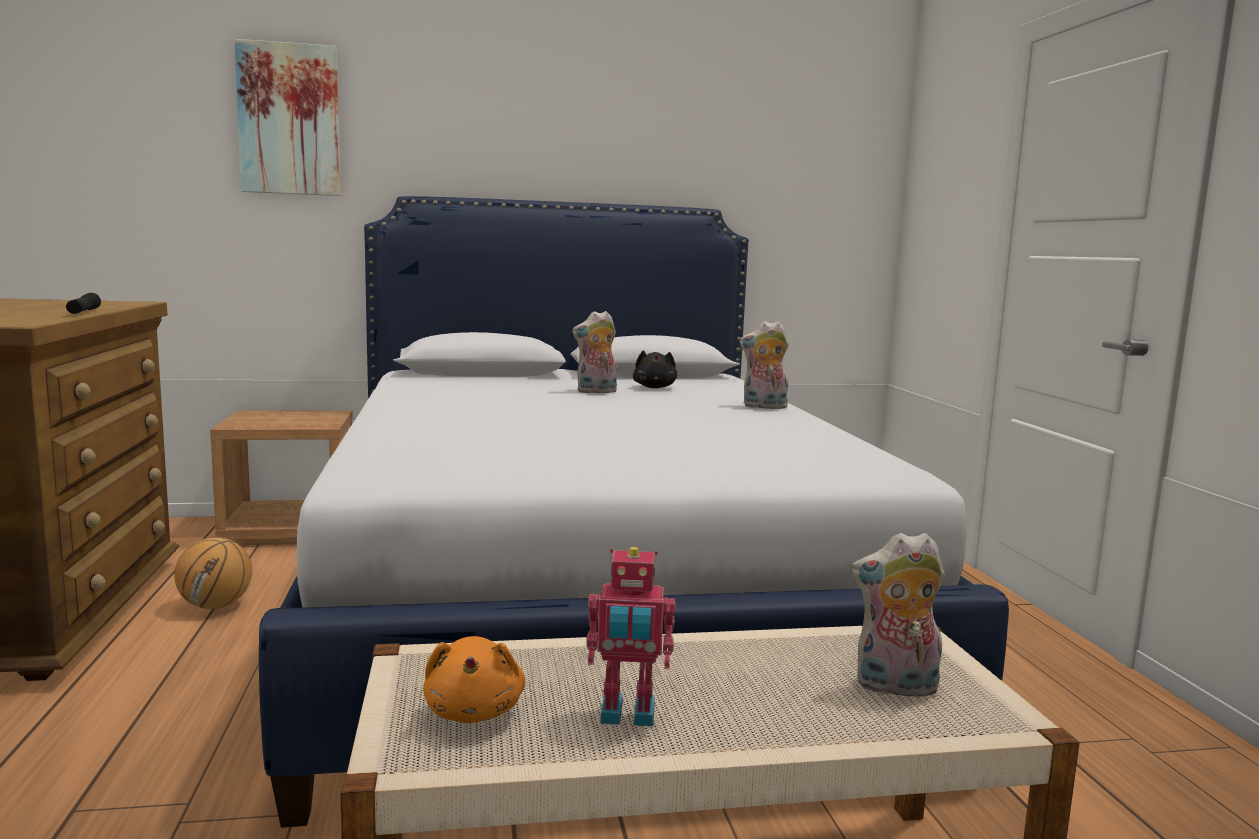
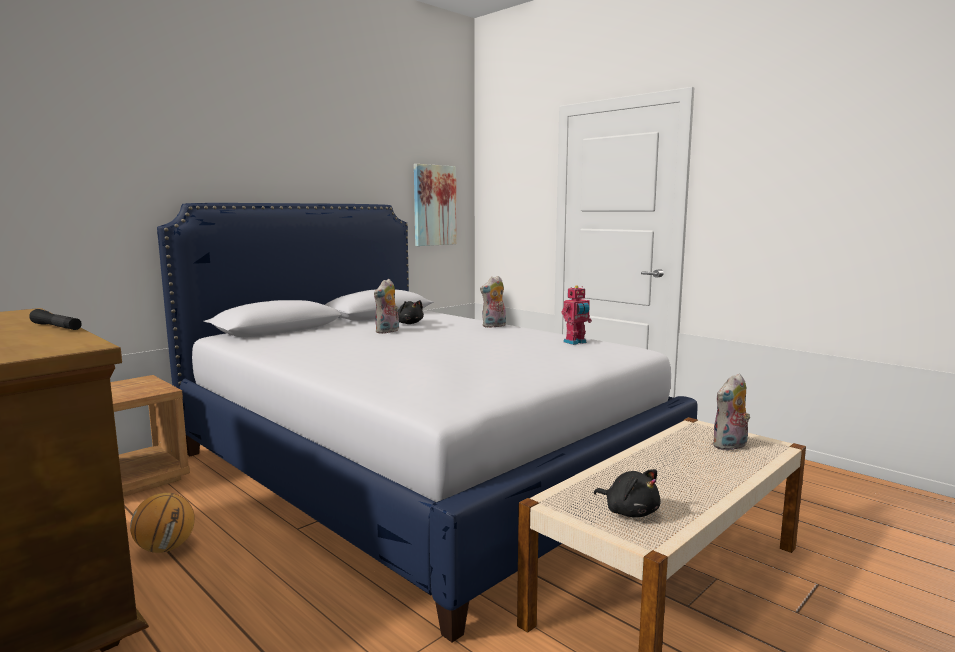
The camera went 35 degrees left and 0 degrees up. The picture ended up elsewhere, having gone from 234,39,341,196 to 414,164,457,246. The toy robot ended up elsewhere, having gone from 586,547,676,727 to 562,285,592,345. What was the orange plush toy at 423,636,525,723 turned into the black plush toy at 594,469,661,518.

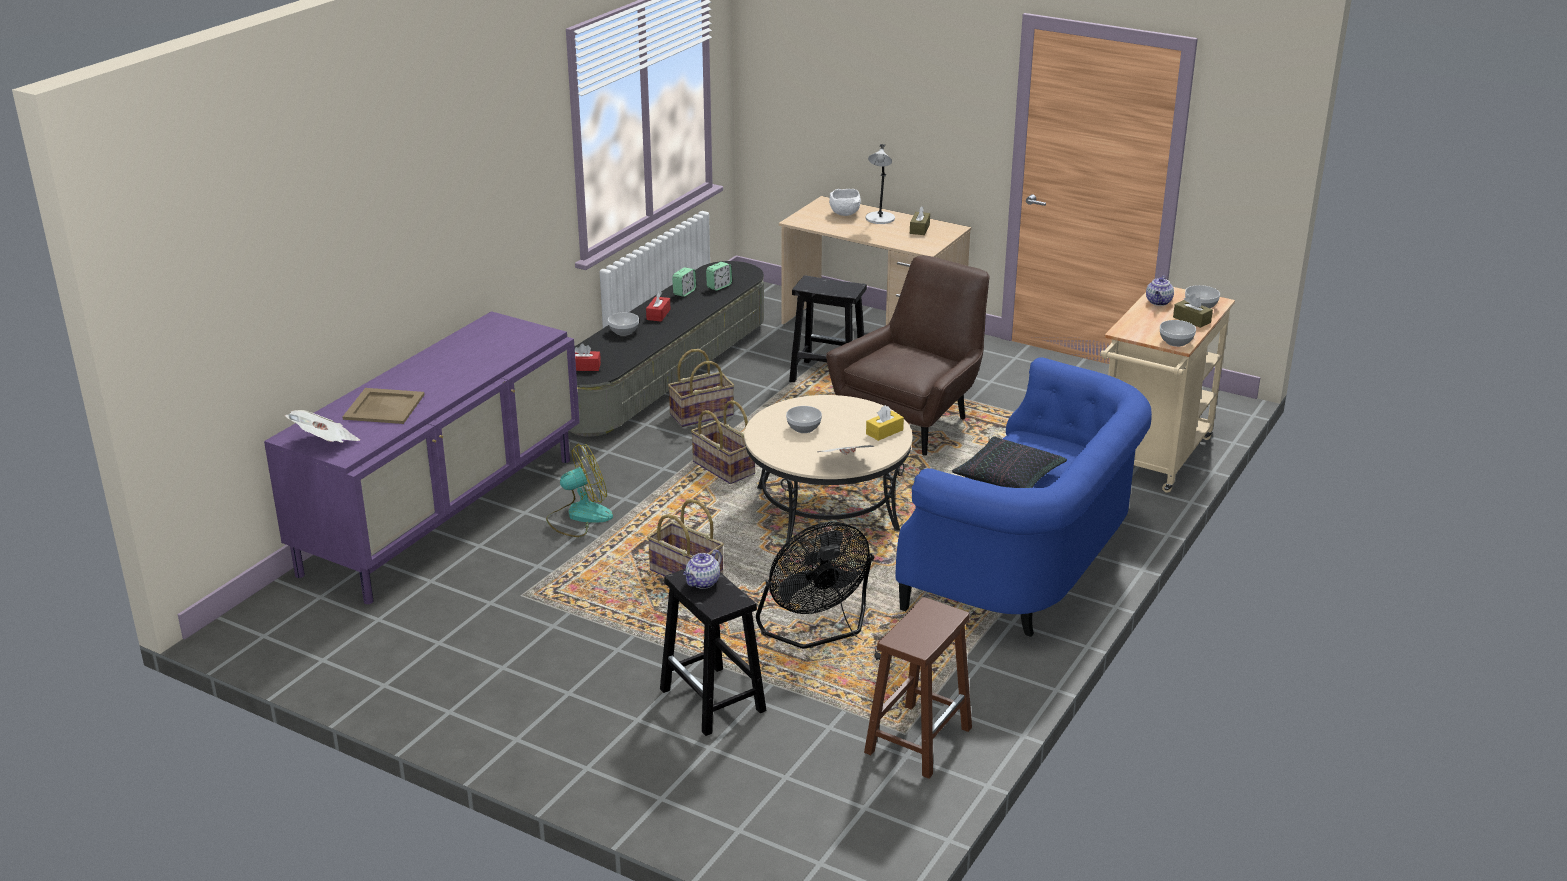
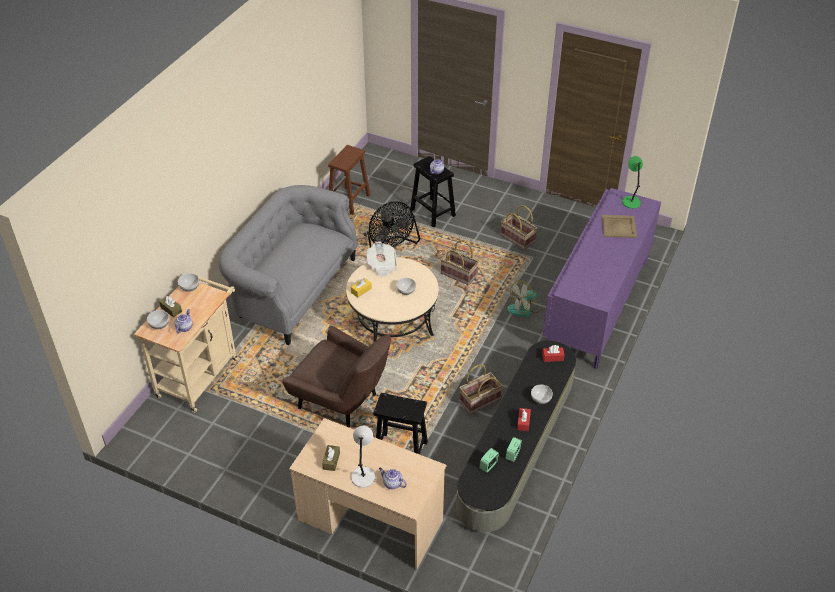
The camera went 175 degrees right and 15 degrees up. Where the white bowl stood at 829,189,861,216, the teapot came to stand at 379,467,407,489. The brown armchair at 826,255,989,456 ended up facing another way, 90 degrees counterclockwise from before. What was the blue sofa at 896,357,1152,637 turned into the grey sofa at 218,185,357,345. The basket ended up elsewhere, having gone from 691,400,755,484 to 501,205,537,250. Where the newspaper stood at 285,410,361,443, the green table lamp came to stand at 622,156,643,209. The second view lost the black pillow at 952,437,1067,488.

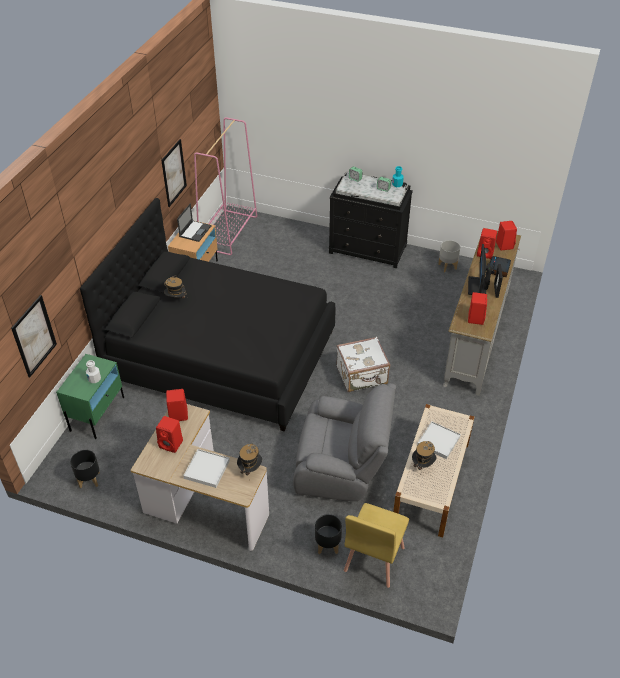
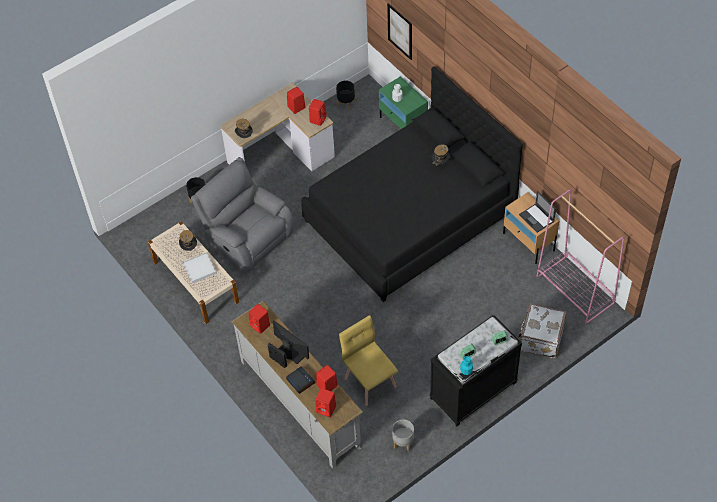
The camera went 125 degrees right and 10 degrees up. The second view lost the picture at 161,139,187,207. The white suitcase ended up elsewhere, having gone from 337,337,390,392 to 518,303,567,358. The grey armchair at 293,383,396,501 ended up facing another way, 90 degrees clockwise from before. The second view lost the white tray at 183,449,230,488. The yellow chair ended up elsewhere, having gone from 344,503,409,588 to 339,315,398,406.

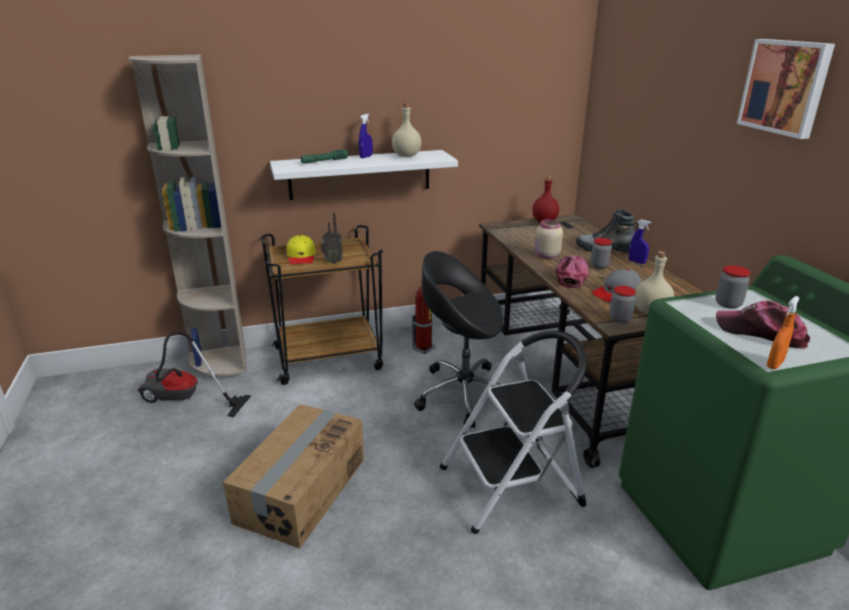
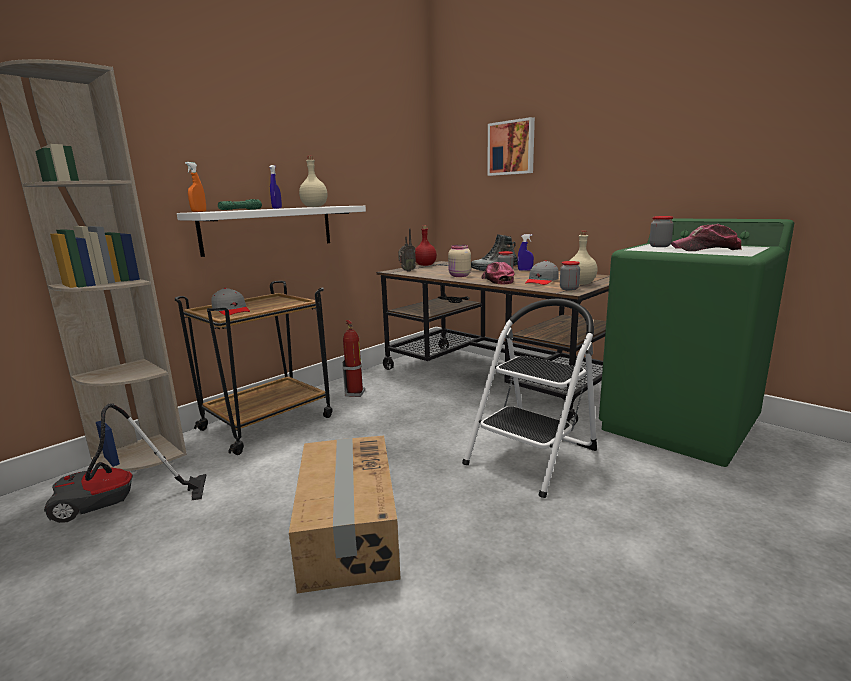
The camera went 30 degrees left and 10 degrees down. The picture ended up elsewhere, having gone from 737,39,835,139 to 487,117,535,176. The radio ended up elsewhere, having gone from 320,213,343,264 to 398,228,416,272. What was the yellow cap at 287,235,315,265 turned into the grey cap at 211,288,250,315. The second view lost the black office chair at 414,251,503,428. The orange spray bottle ended up elsewhere, having gone from 767,296,800,369 to 185,162,206,212.

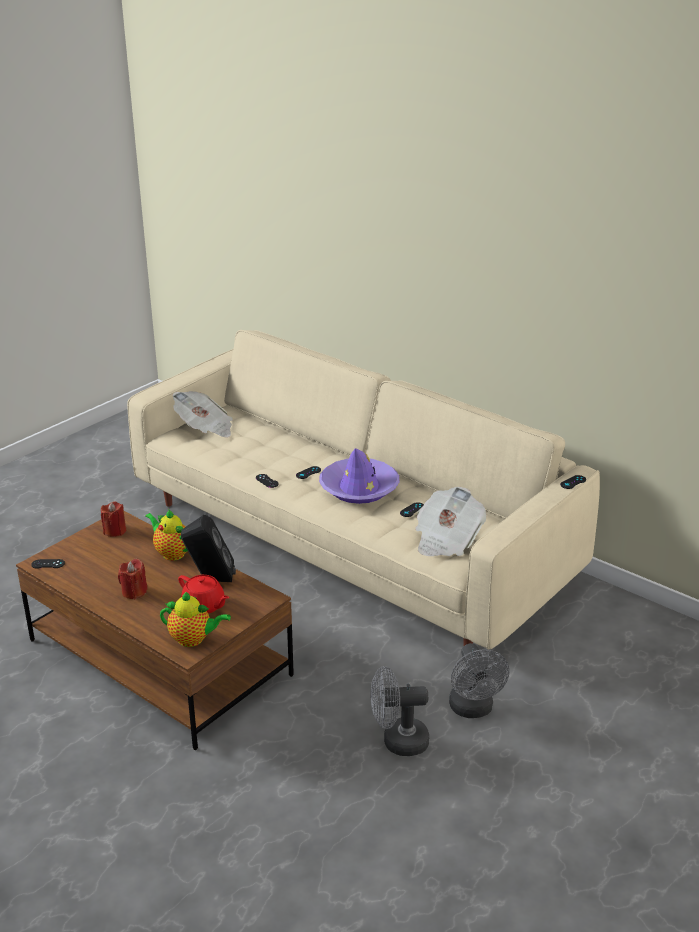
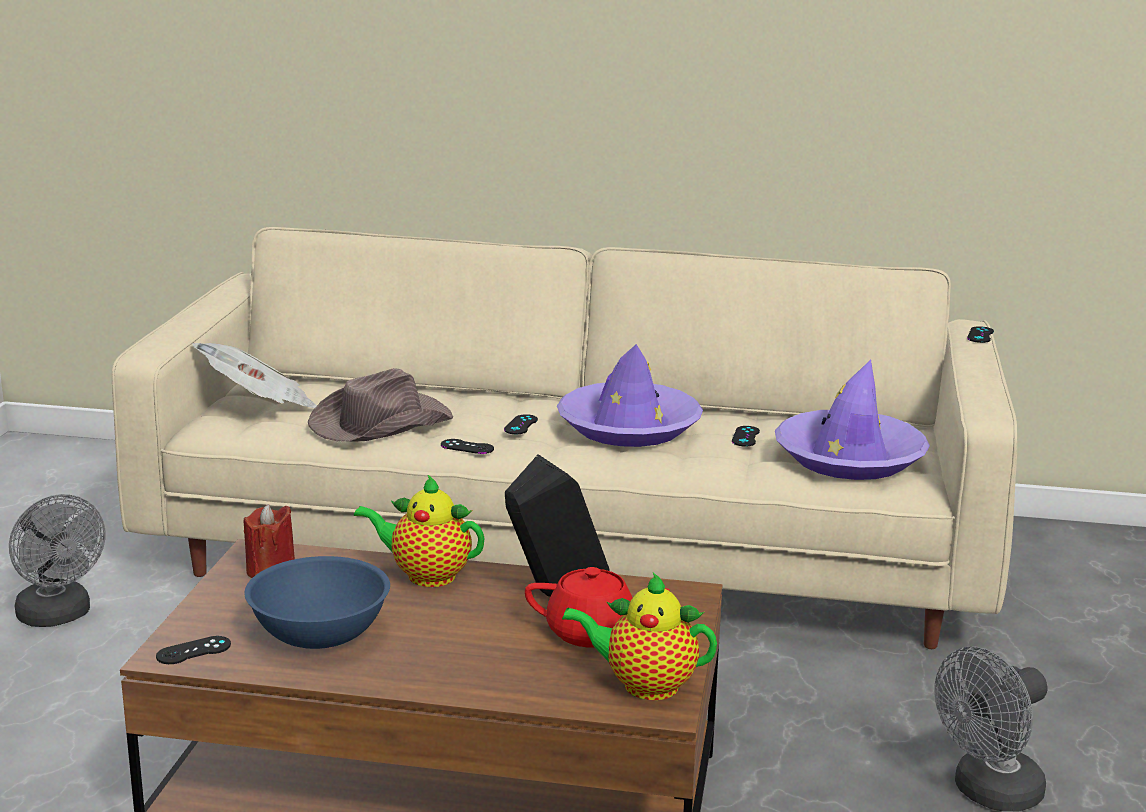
The camera went 30 degrees left and 10 degrees down. Where the newspaper stood at 415,487,487,556, the purple hat came to stand at 775,360,930,480. The second view lost the red candle at 118,559,148,599. The teapot at 160,592,231,647 ended up facing another way, 150 degrees counterclockwise from before. The grey fan ended up elsewhere, having gone from 449,643,509,718 to 9,494,105,627. The second view gained the brown hat at 308,368,453,442. The second view gained the blue bowl at 244,556,390,649.

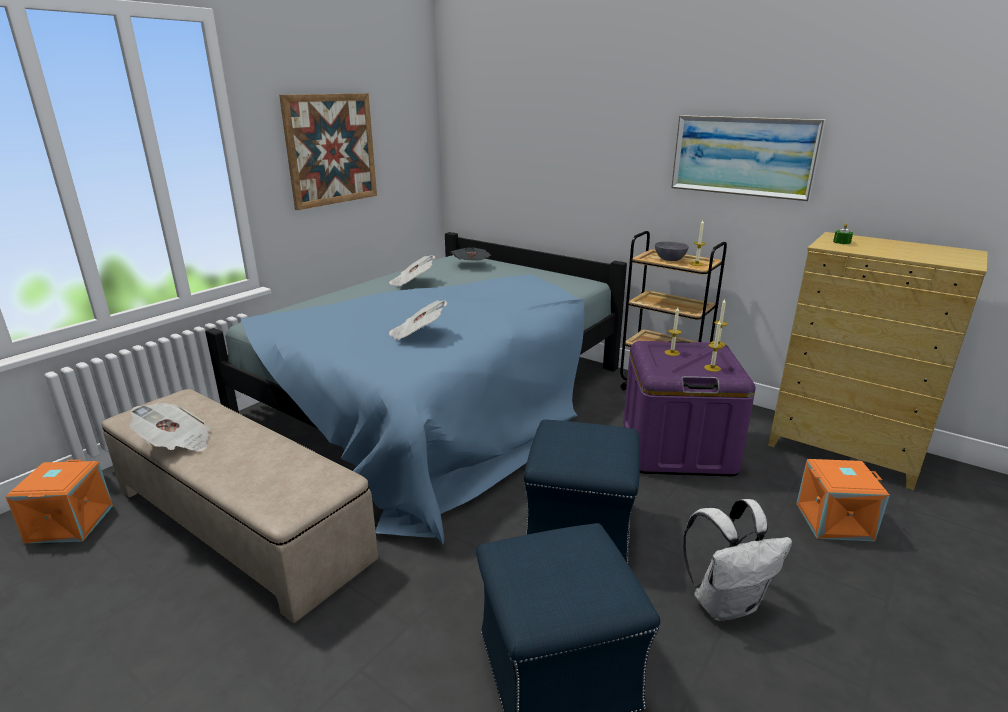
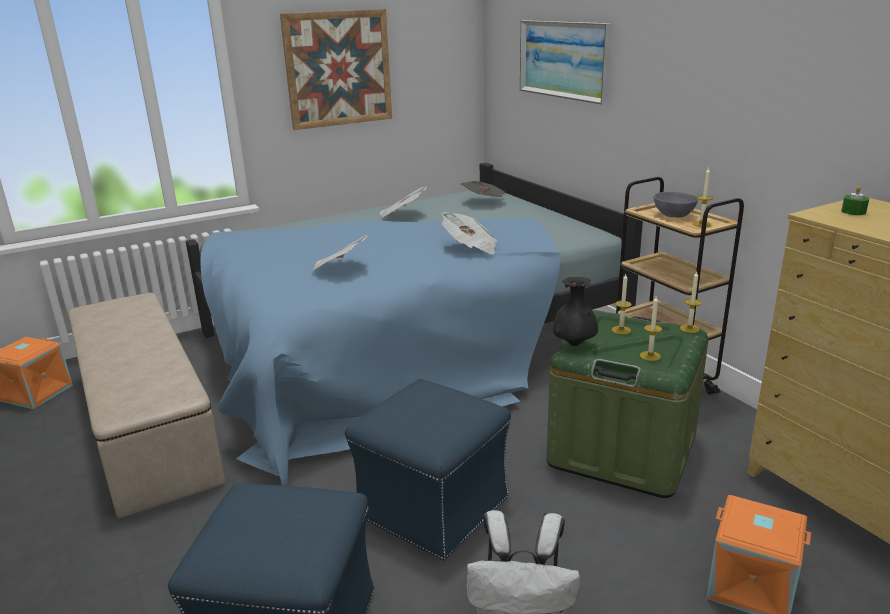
The camera went 25 degrees right and 0 degrees up. The picture ended up elsewhere, having gone from 671,115,826,201 to 520,20,612,105. What was the purple storage box at 623,341,755,476 turned into the green storage box at 547,310,708,498. The newspaper ended up elsewhere, having gone from 130,403,211,451 to 442,212,497,254. The second view gained the black vase at 553,277,598,346.

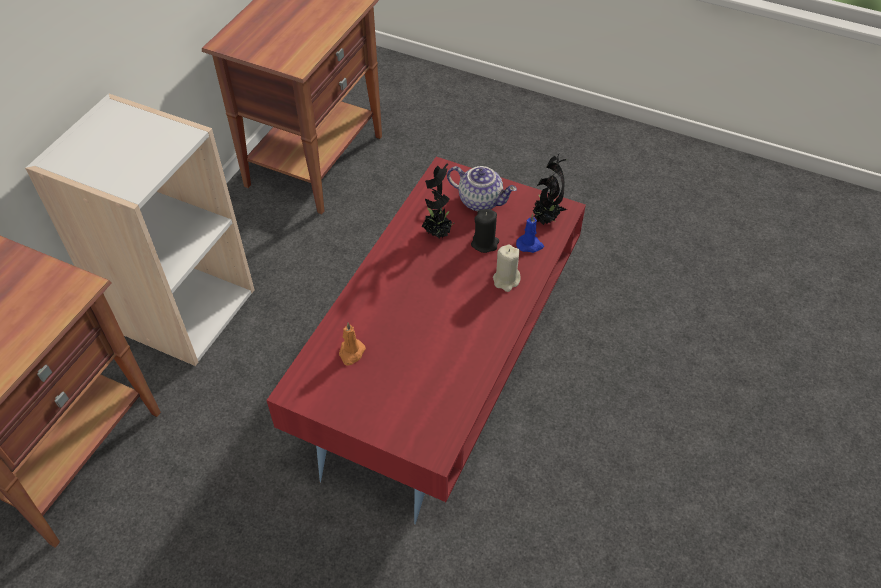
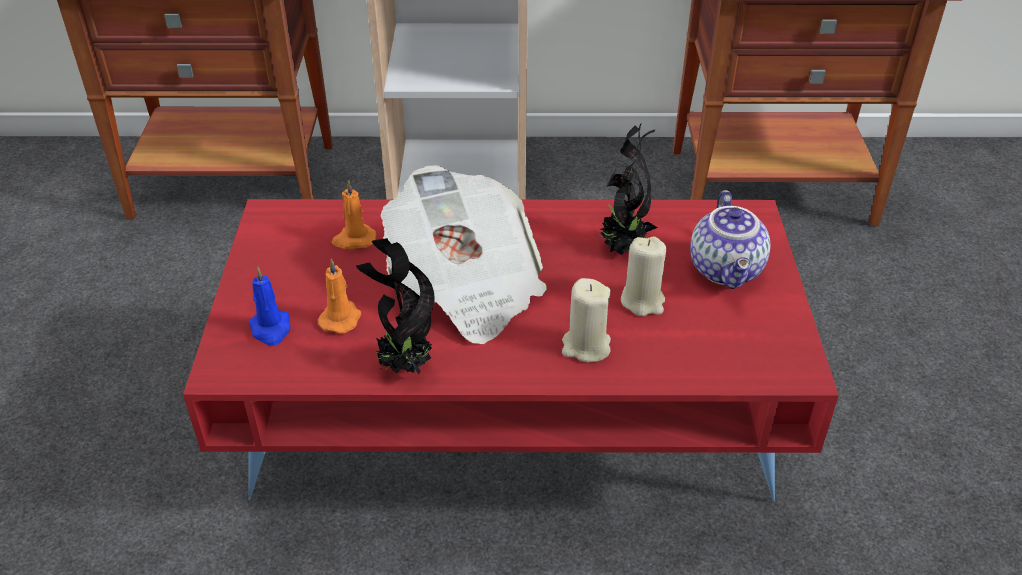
The camera went 65 degrees right and 10 degrees down. The potted plant ended up elsewhere, having gone from 531,154,567,225 to 356,238,435,375. What was the black candle at 471,209,499,253 turned into the beige candle at 621,236,667,316. The blue candle ended up elsewhere, having gone from 516,214,544,253 to 249,267,291,346. The second view gained the newspaper at 381,165,547,344. The second view gained the orange candle at 318,258,361,334.

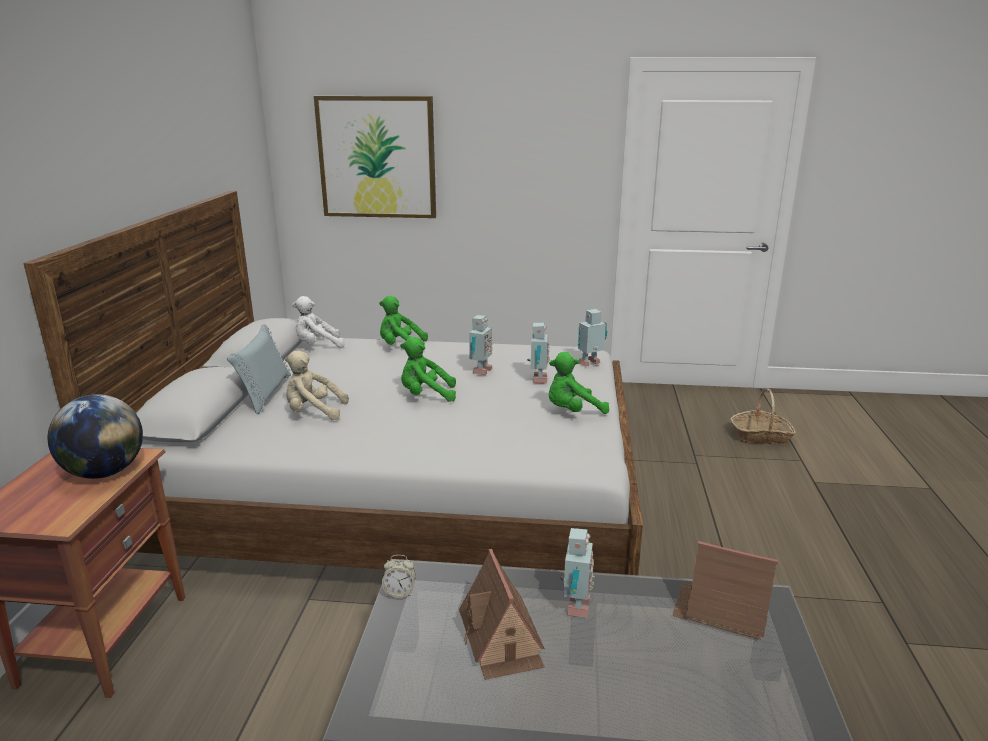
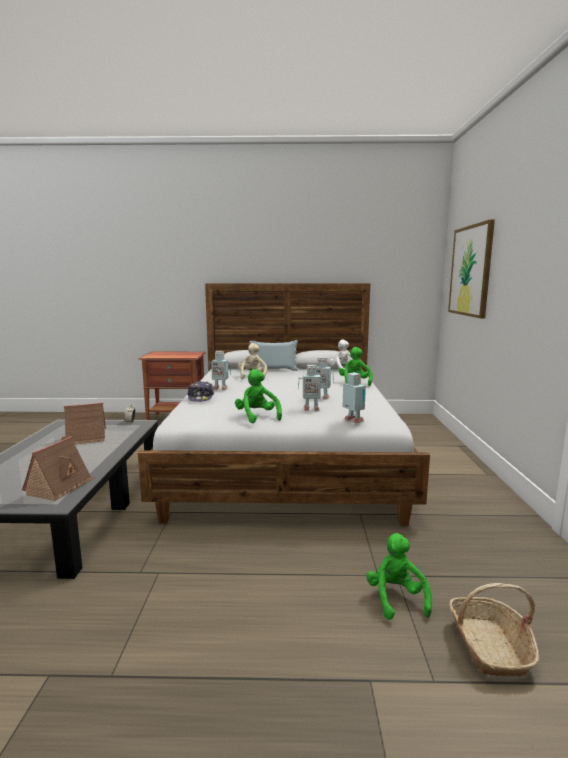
The camera went 85 degrees right and 10 degrees down. The green plush toy ended up elsewhere, having gone from 400,337,456,402 to 366,533,432,620. The second view lost the globe at 47,394,143,479. The toy robot ended up elsewhere, having gone from 561,528,595,618 to 209,351,231,390. The second view gained the cap at 187,381,214,402.

